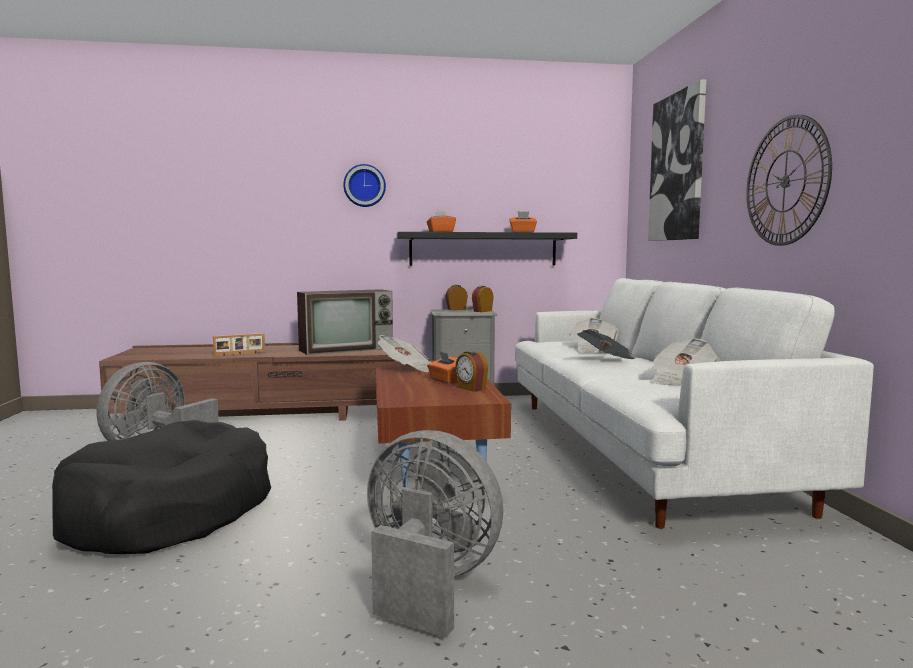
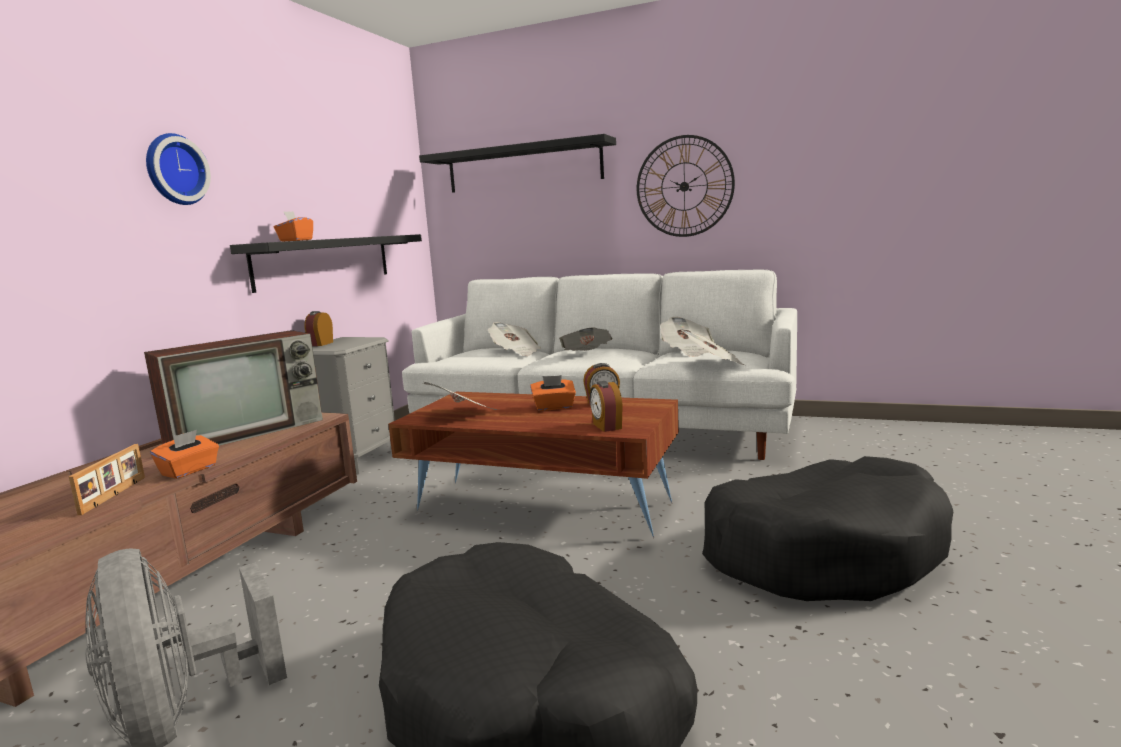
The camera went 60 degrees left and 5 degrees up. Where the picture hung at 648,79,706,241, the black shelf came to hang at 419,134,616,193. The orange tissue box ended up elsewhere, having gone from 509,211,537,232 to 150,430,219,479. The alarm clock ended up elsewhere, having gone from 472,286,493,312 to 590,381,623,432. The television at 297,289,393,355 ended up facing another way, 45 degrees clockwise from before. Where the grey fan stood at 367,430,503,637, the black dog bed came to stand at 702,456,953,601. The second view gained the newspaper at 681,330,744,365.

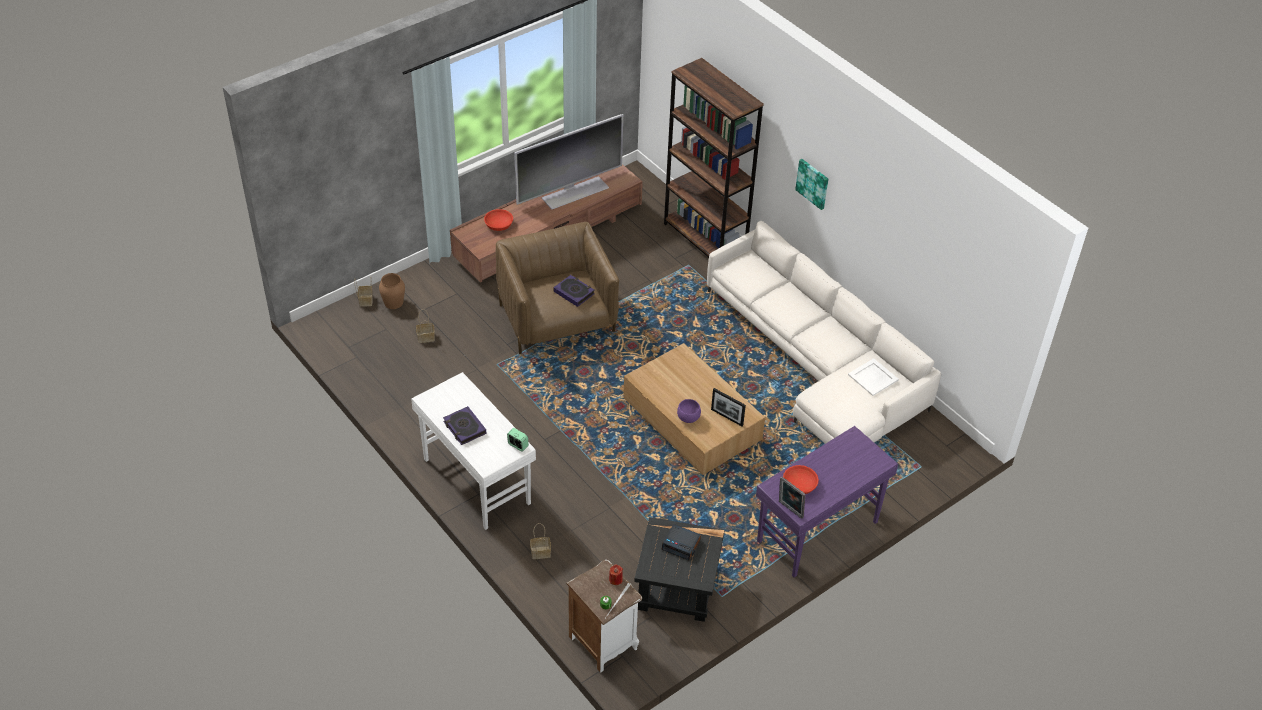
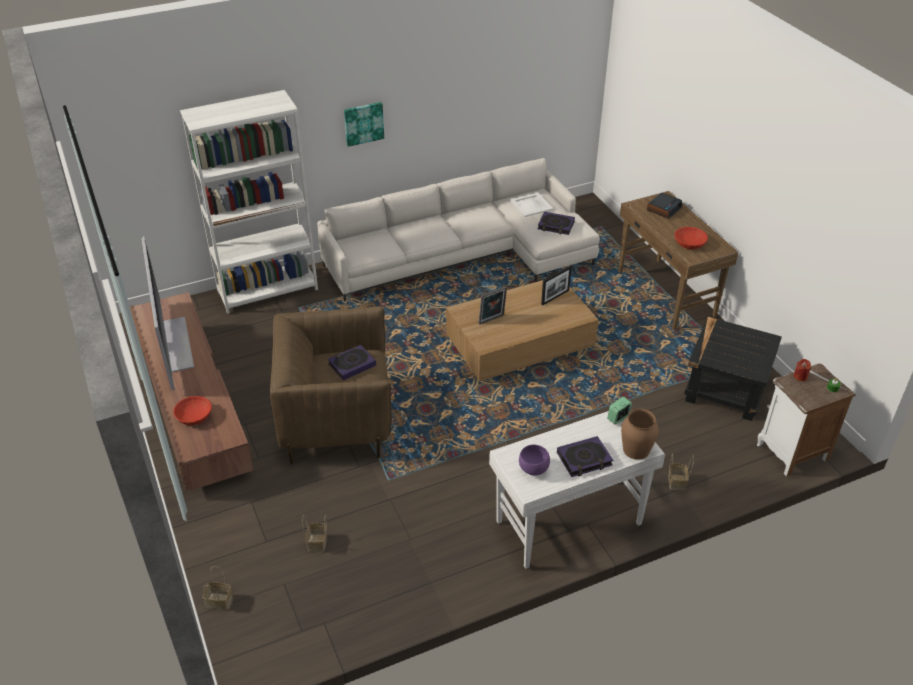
The camera went 75 degrees left and 5 degrees down. What was the brown bookcase at 664,58,764,258 turned into the white bookcase at 180,90,318,314. The brown vase ended up elsewhere, having gone from 379,273,405,309 to 621,409,659,460. The purple bowl ended up elsewhere, having gone from 677,399,701,423 to 519,445,550,476. What was the purple console table at 756,426,898,577 turned into the brown console table at 618,191,738,330. The picture frame ended up elsewhere, having gone from 779,477,805,519 to 479,286,507,325. The alarm clock ended up elsewhere, having gone from 661,524,701,560 to 647,193,682,219. The second view gained the book at 538,211,575,235.

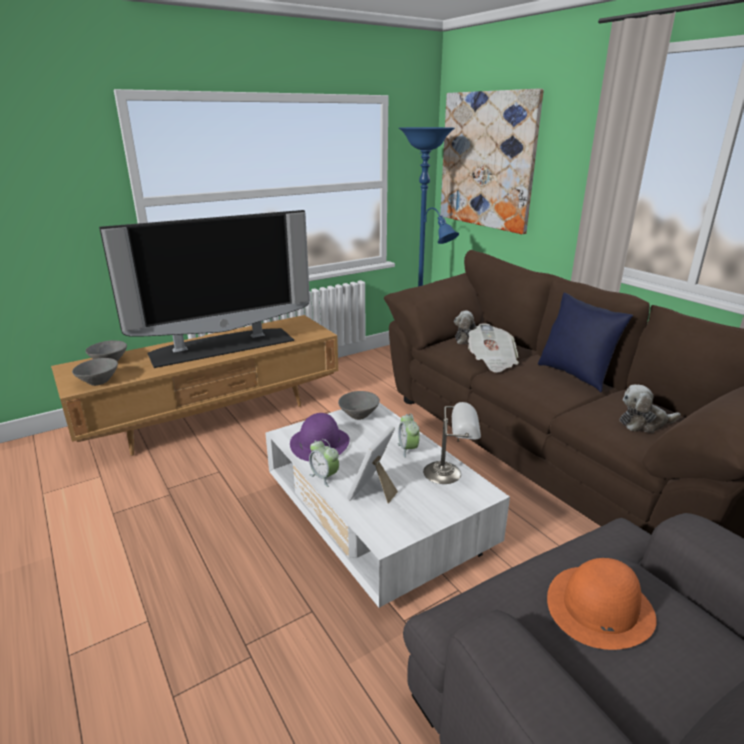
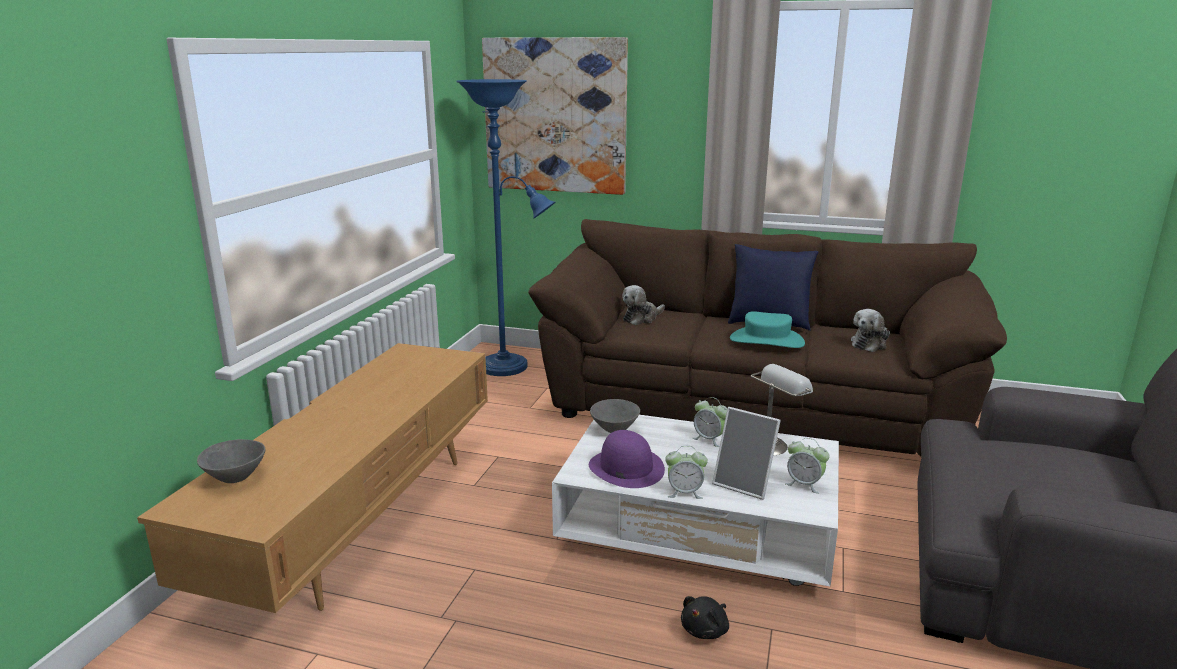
The camera went 40 degrees left and 5 degrees down. The second view lost the television at 99,210,310,368. The second view lost the newspaper at 468,323,519,373. The second view lost the grey bowl at 72,358,118,386. The picture frame at 347,426,398,504 ended up facing another way, 45 degrees counterclockwise from before. The second view lost the orange hat at 547,558,657,650. The second view gained the turquoise hat at 730,311,805,348. The second view gained the alarm clock at 785,438,829,494. The second view gained the black plush toy at 681,596,729,639.

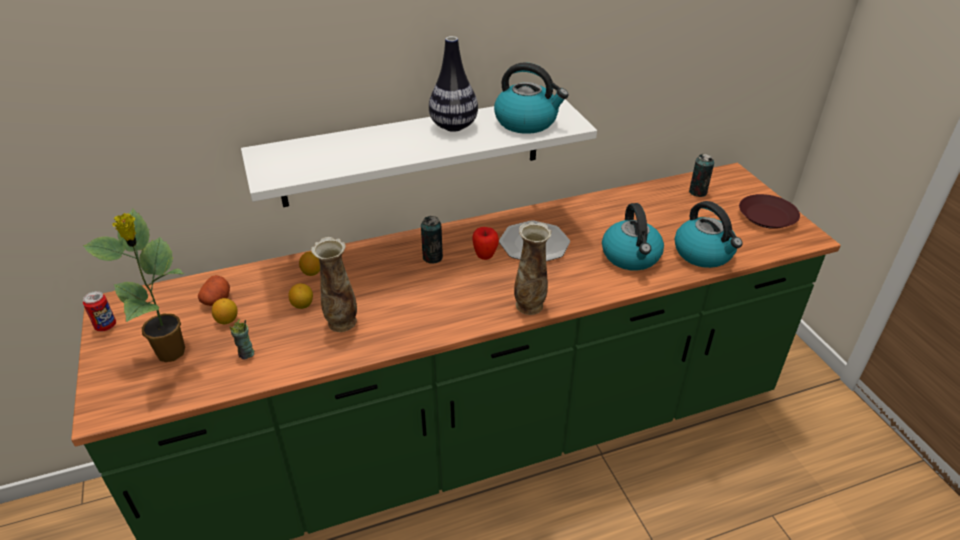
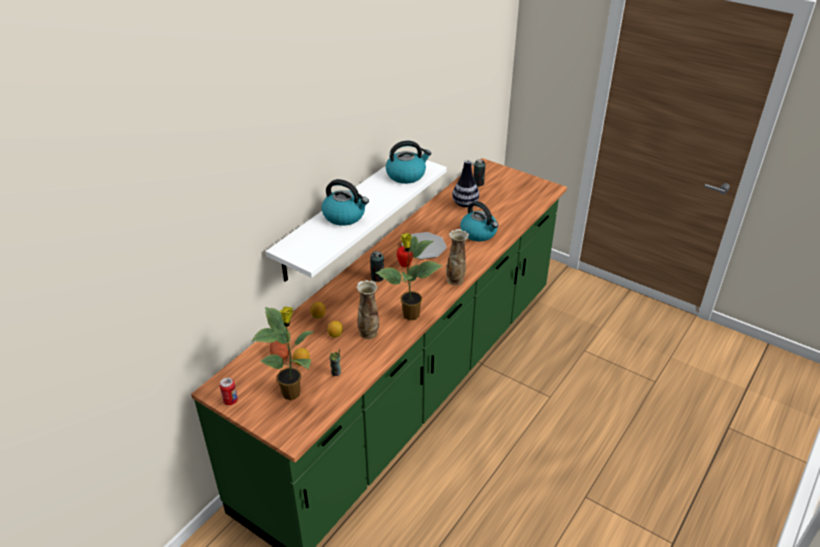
The camera went 35 degrees left and 0 degrees up. The vase ended up elsewhere, having gone from 429,36,478,132 to 452,160,479,208. The second view lost the brown plate at 739,194,800,229. The kettle ended up elsewhere, having gone from 675,201,743,268 to 322,179,369,226. The second view gained the potted plant at 375,233,443,320.

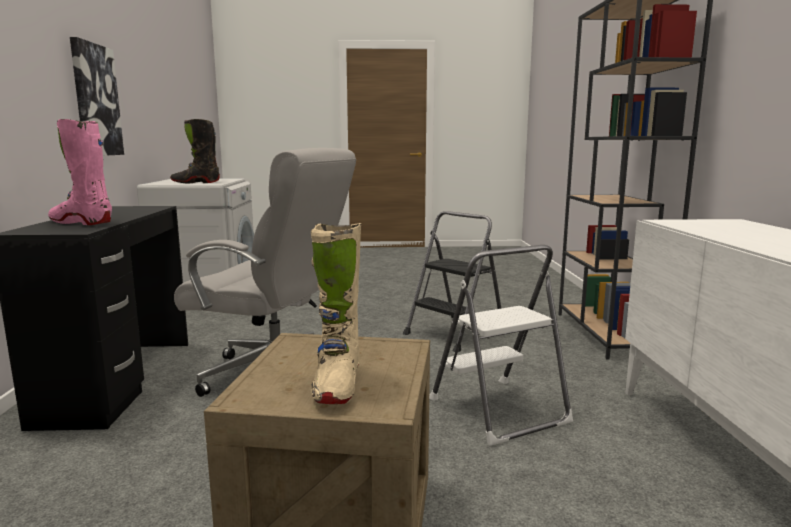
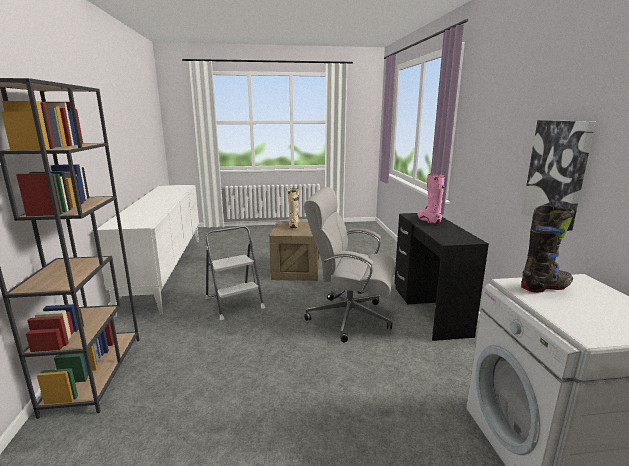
The camera went 175 degrees right and 5 degrees up. The pink boot at 48,119,112,225 ended up facing another way, 120 degrees counterclockwise from before. The second view lost the black step ladder at 402,211,501,352.

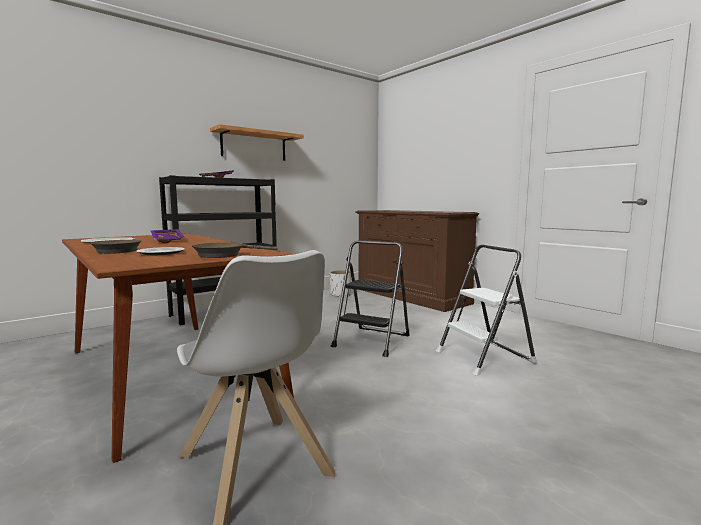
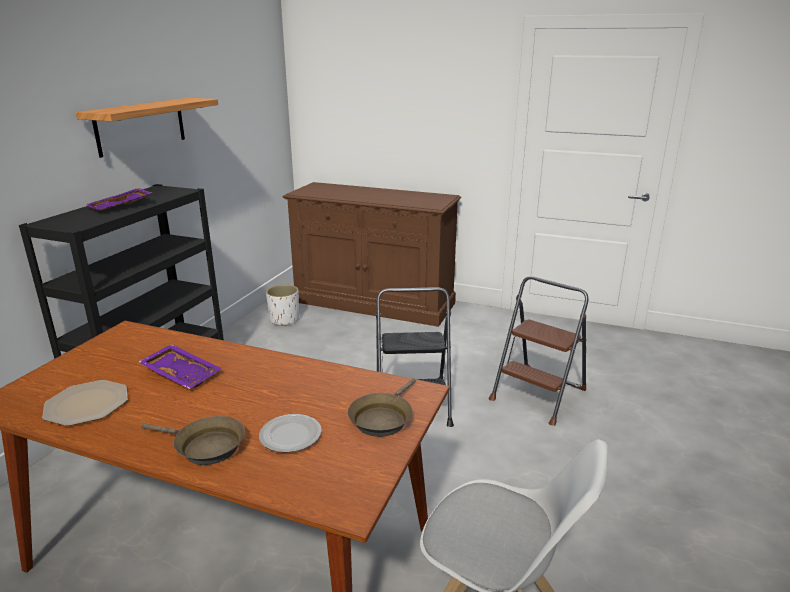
The camera went 30 degrees left and 15 degrees up. What was the white step ladder at 436,244,537,376 turned into the brown step ladder at 489,276,588,426.

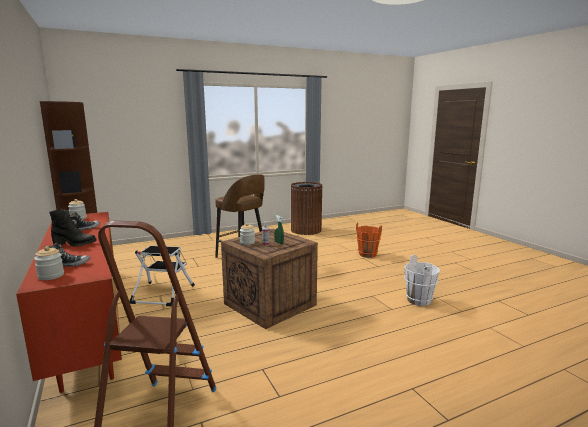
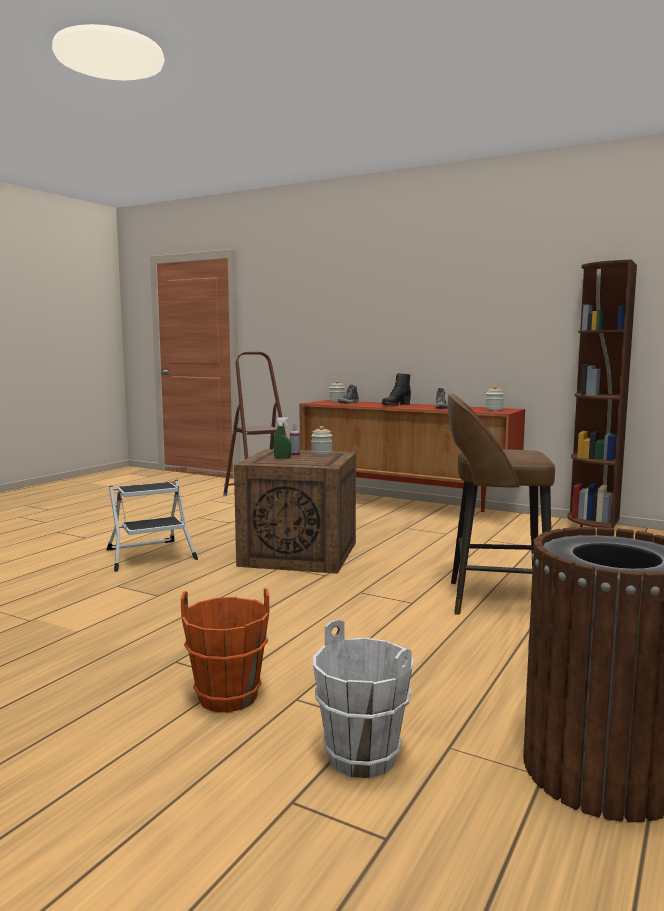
The camera went 145 degrees right and 5 degrees down. The step ladder ended up elsewhere, having gone from 129,246,195,306 to 106,480,198,572. The white bucket ended up elsewhere, having gone from 404,255,440,306 to 313,619,414,778.

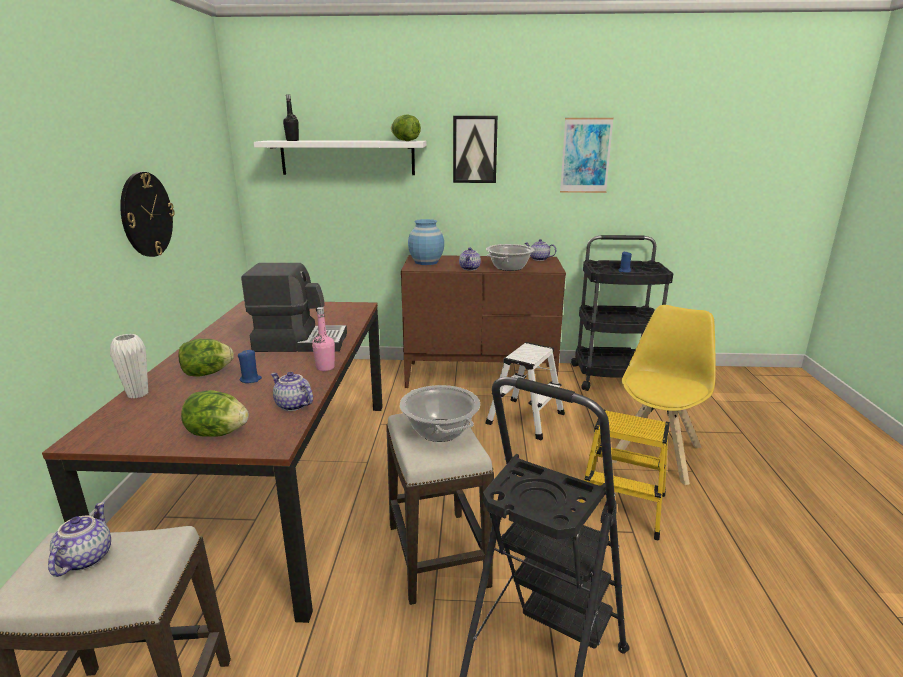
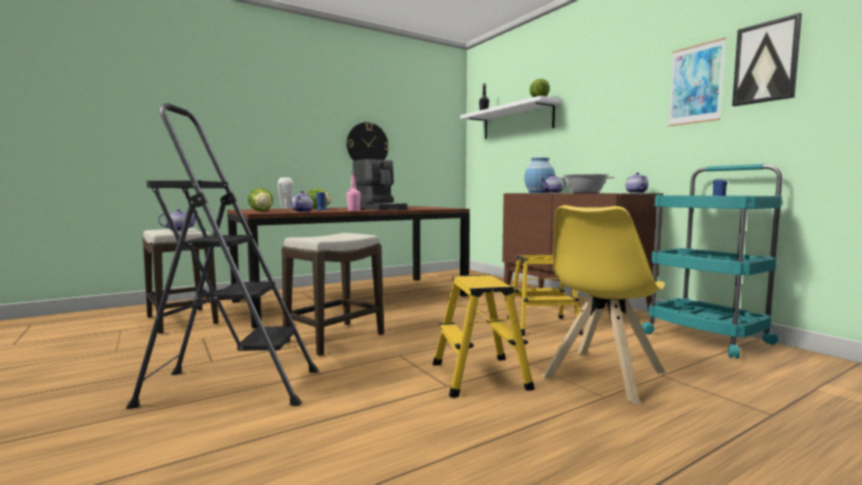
The camera went 55 degrees right and 15 degrees down. The picture ended up elsewhere, having gone from 453,116,498,183 to 732,13,802,106. What was the black cart at 571,235,673,391 turned into the turquoise cart at 641,164,782,359. The yellow chair at 612,305,716,485 ended up facing another way, 135 degrees clockwise from before. What was the white step ladder at 485,342,565,440 turned into the yellow step ladder at 507,255,583,336. The second view lost the cooking pot at 400,385,480,442.

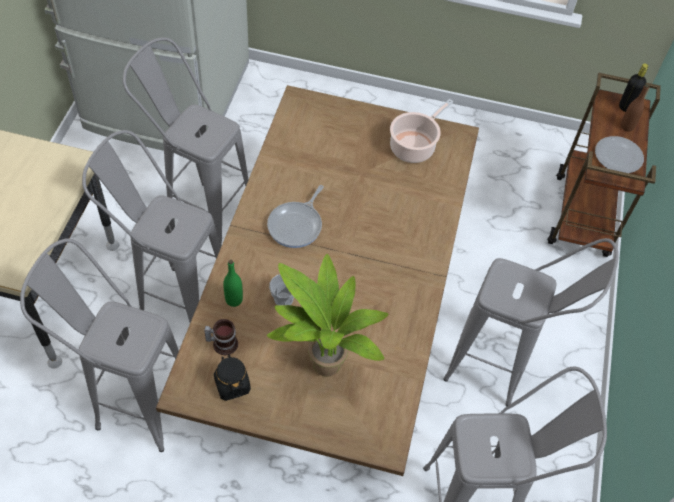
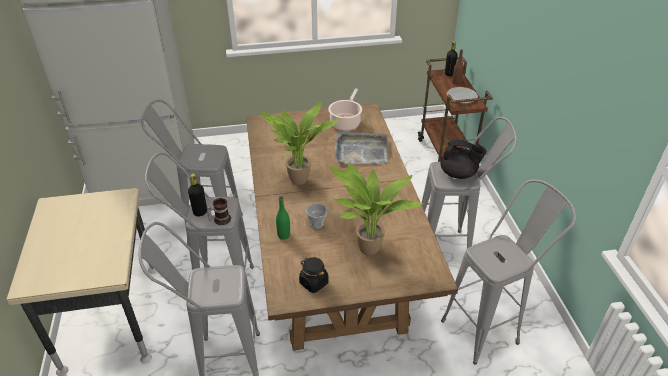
The camera went 20 degrees left and 15 degrees down. Where the frying pan stood at 267,185,324,248, the potted plant came to stand at 261,101,340,185. The mug ended up elsewhere, having gone from 204,319,238,355 to 207,198,231,225. The second view gained the grey tray at 335,132,388,164. The second view gained the black teapot at 440,140,487,179. The second view gained the black bottle at 188,174,207,216.

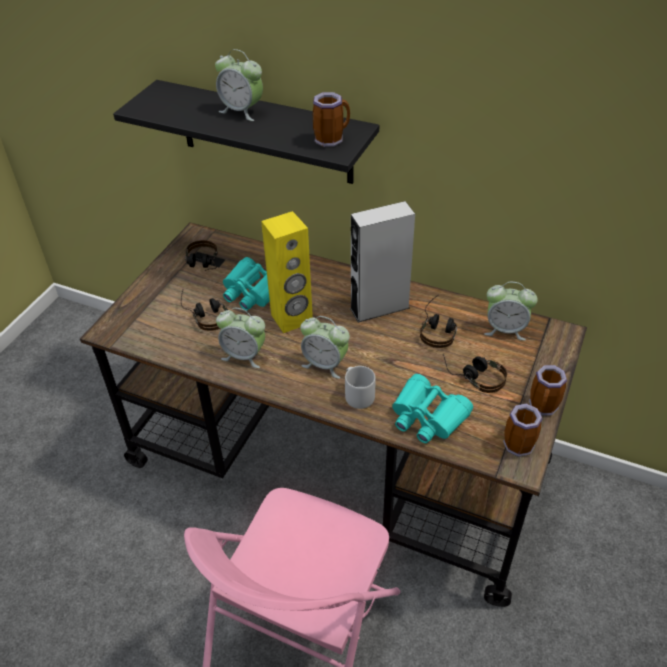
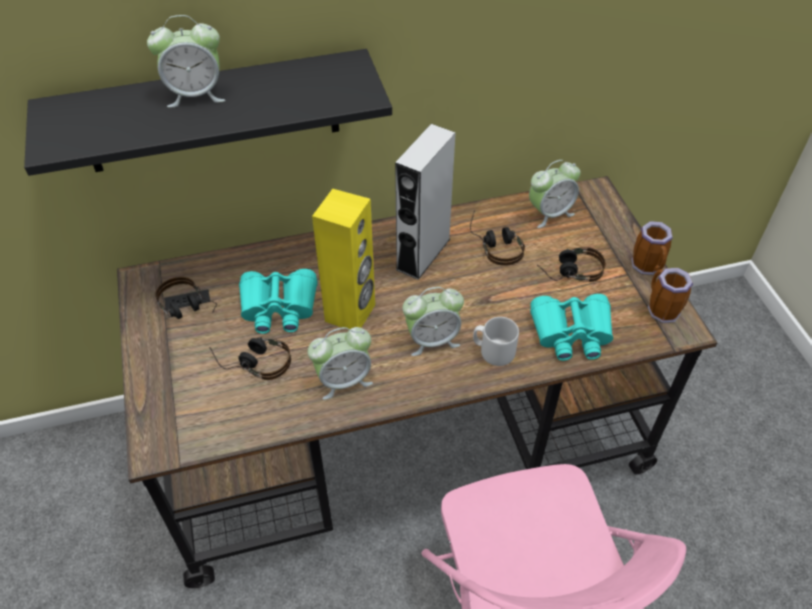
The camera went 40 degrees left and 5 degrees up. The second view lost the mug at 313,92,350,147.

